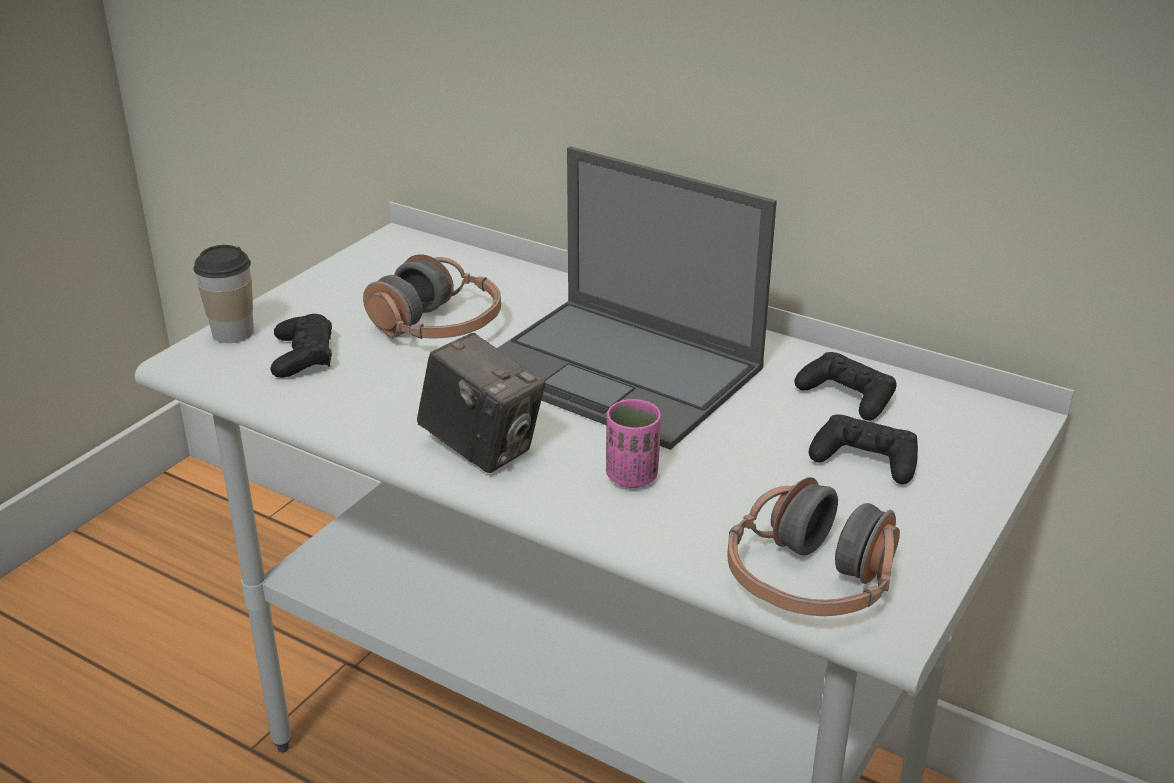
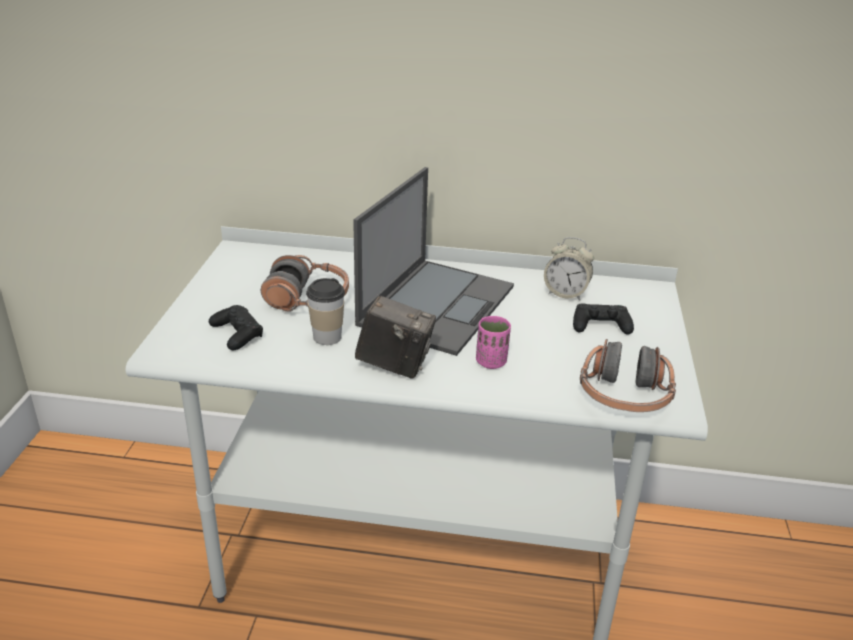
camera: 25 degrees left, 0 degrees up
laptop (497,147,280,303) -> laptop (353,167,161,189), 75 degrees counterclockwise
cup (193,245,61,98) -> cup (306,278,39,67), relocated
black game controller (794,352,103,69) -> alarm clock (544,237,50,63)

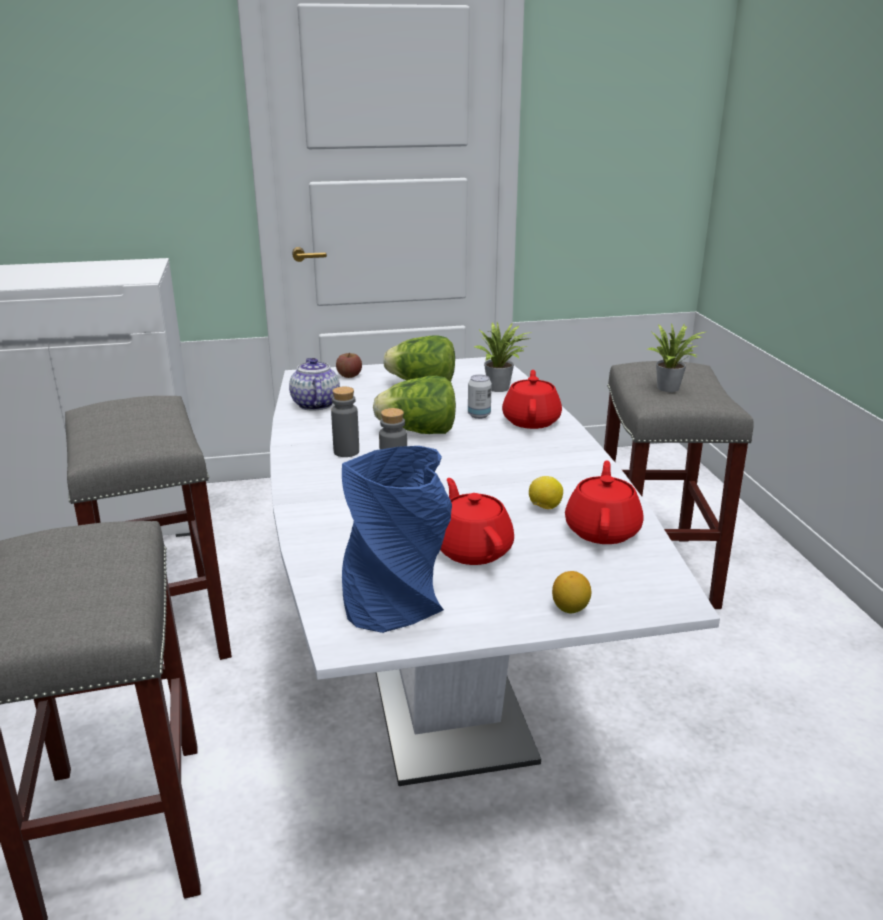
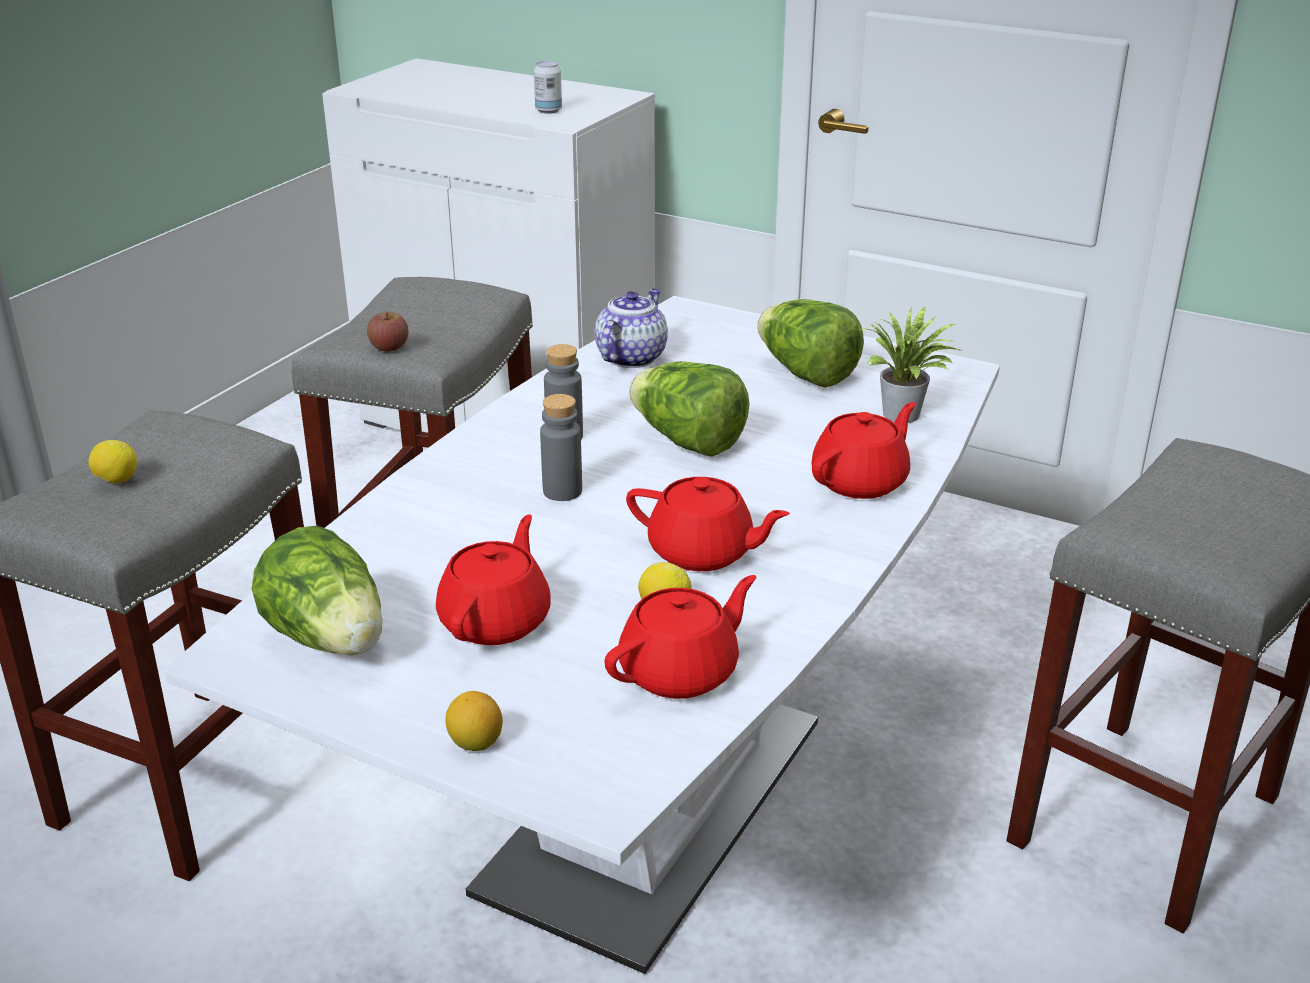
camera: 40 degrees right, 5 degrees up
potted plant (646,323,59,69) -> none
apple (336,353,26,25) -> apple (367,312,41,40), relocated
can (468,375,24,44) -> can (534,61,28,53), relocated
blue vase (342,446,110,187) -> lettuce (252,526,131,130)
none -> lemon (89,440,48,44)
none -> red teapot (626,477,164,94)

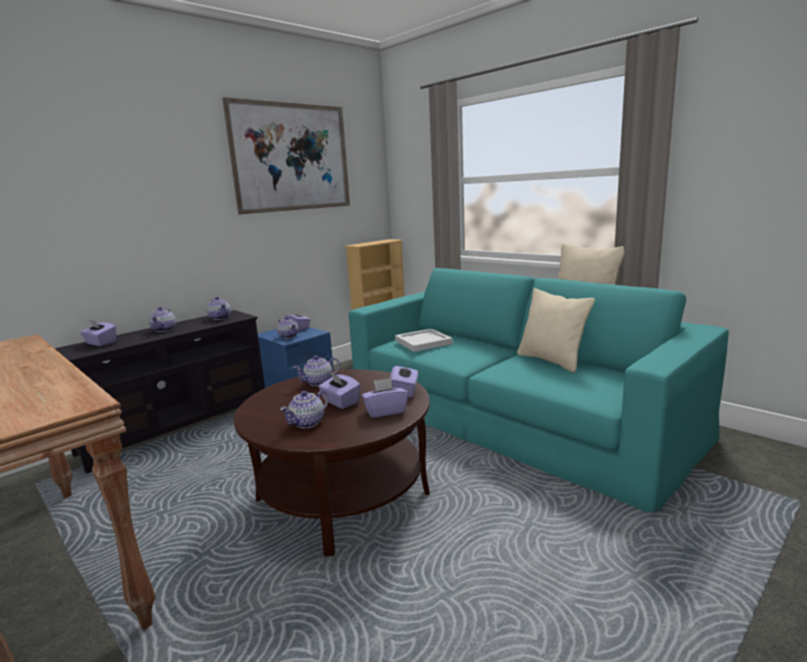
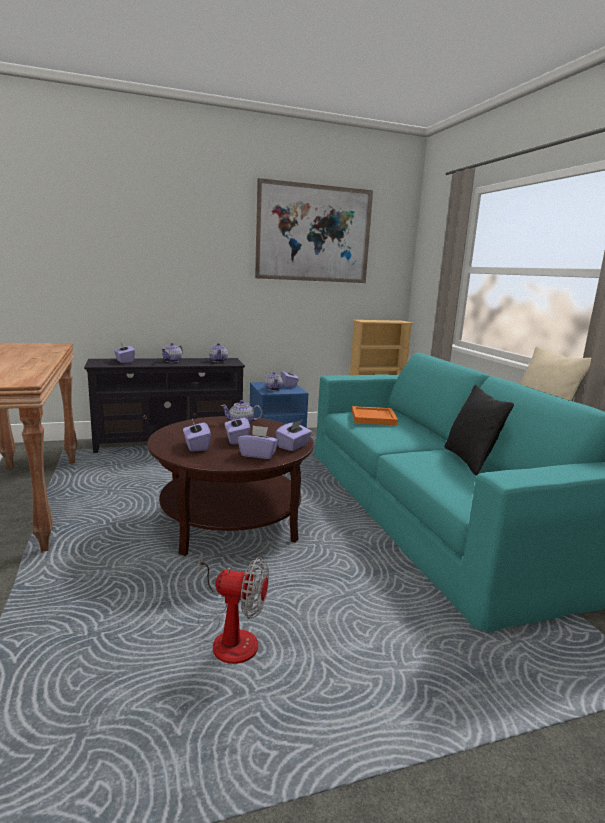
camera: 25 degrees right, 0 degrees up
beige pillow (517,288,78,84) -> black pillow (444,385,70,90)
white tray (395,329,58,23) -> orange tray (352,406,46,19)
teapot (280,390,49,38) -> purple tissue box (183,419,28,33)
none -> fan (198,552,71,112)

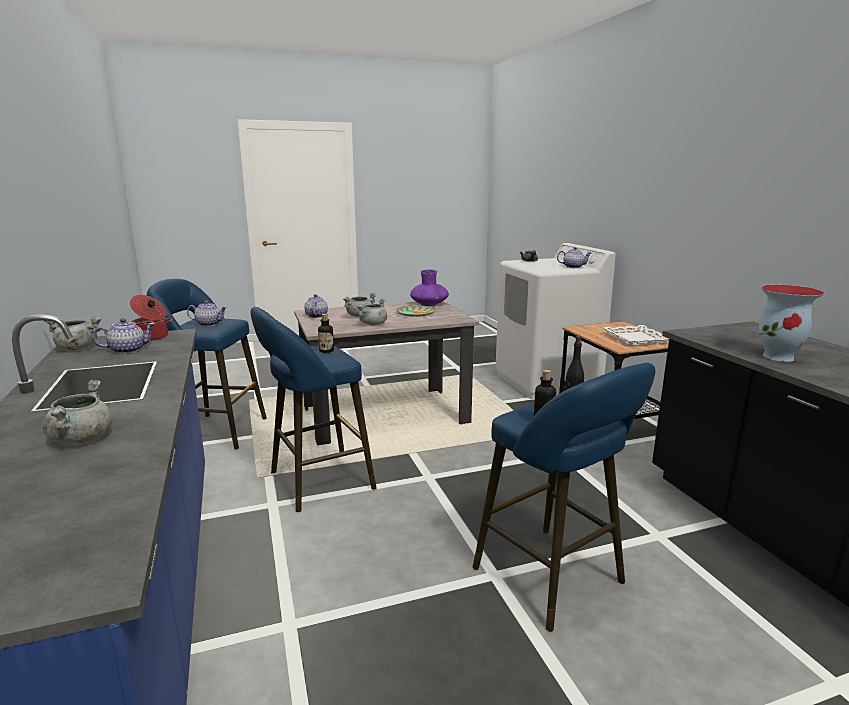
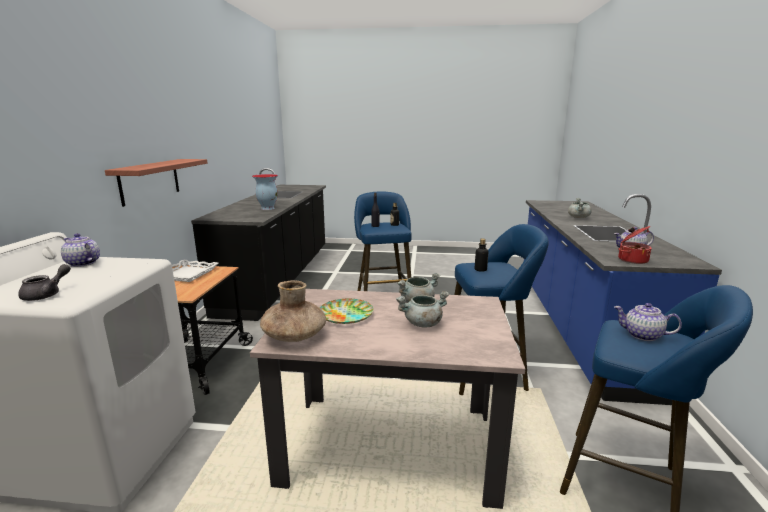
camera: 155 degrees left, 0 degrees up
purple vase (410,270,39,36) -> brown vase (260,280,66,62)
teapot (305,294,23,24) -> none
grey cooking pot (45,316,57,34) -> none
none -> shelf (105,159,102,48)

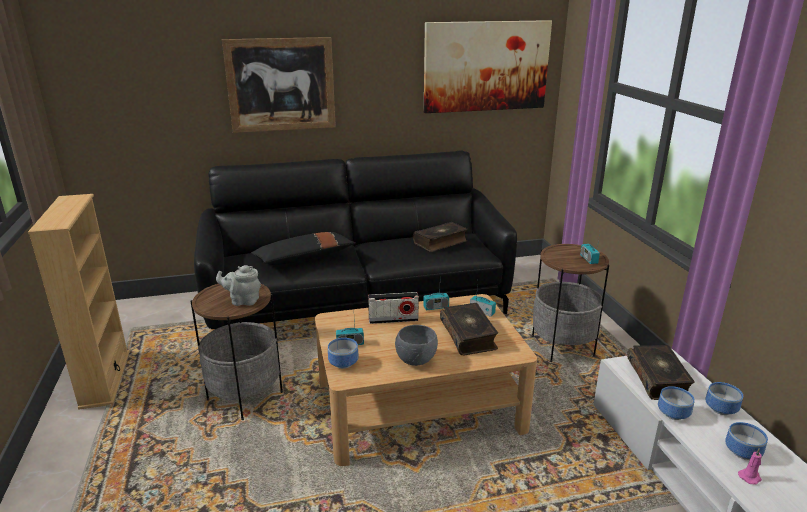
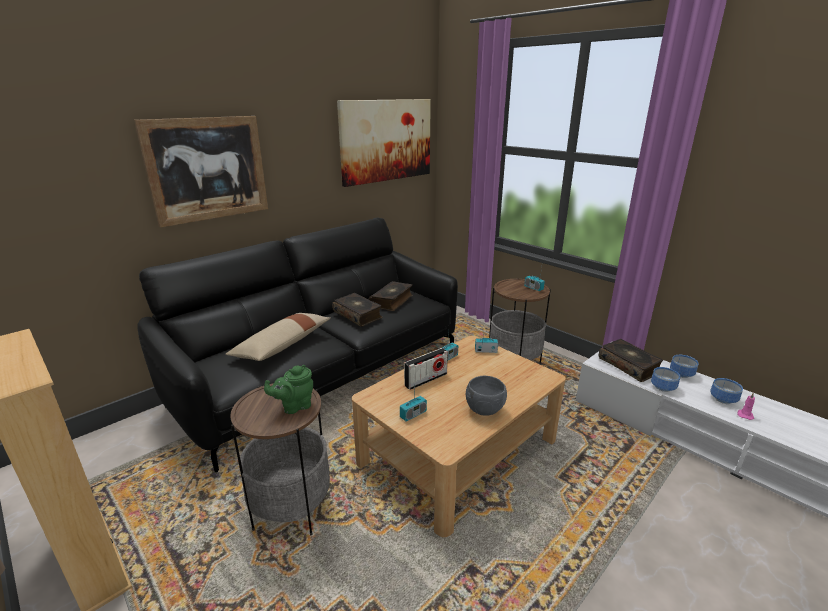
camera: 30 degrees left, 0 degrees up
black pillow (251,232,105,33) -> beige pillow (225,313,106,48)
grey teapot (216,265,45,41) -> green teapot (264,365,49,49)
book (440,303,58,52) -> book (332,293,50,34), relocated
bowl (328,338,31,31) -> none

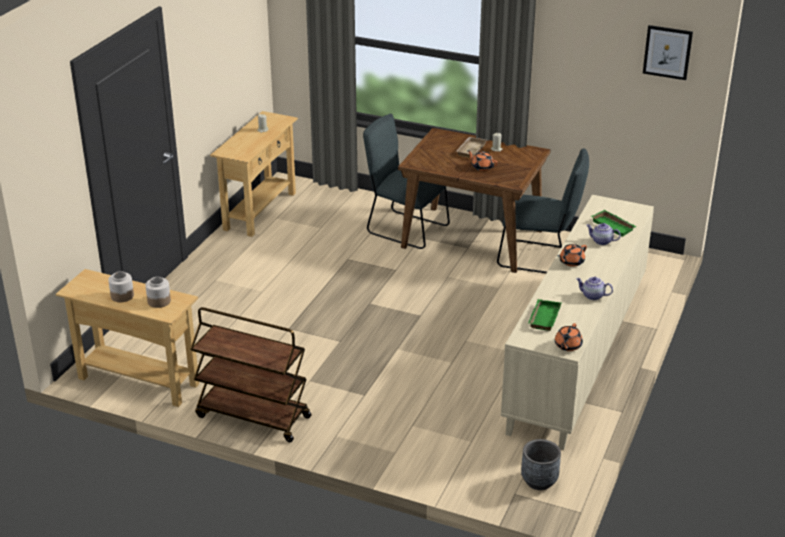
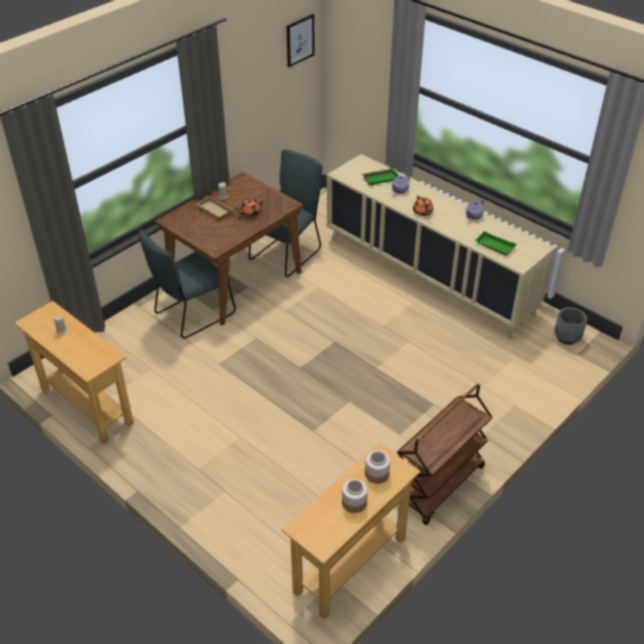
camera: 70 degrees left, 10 degrees up
orange teapot (555,323,28,28) -> none

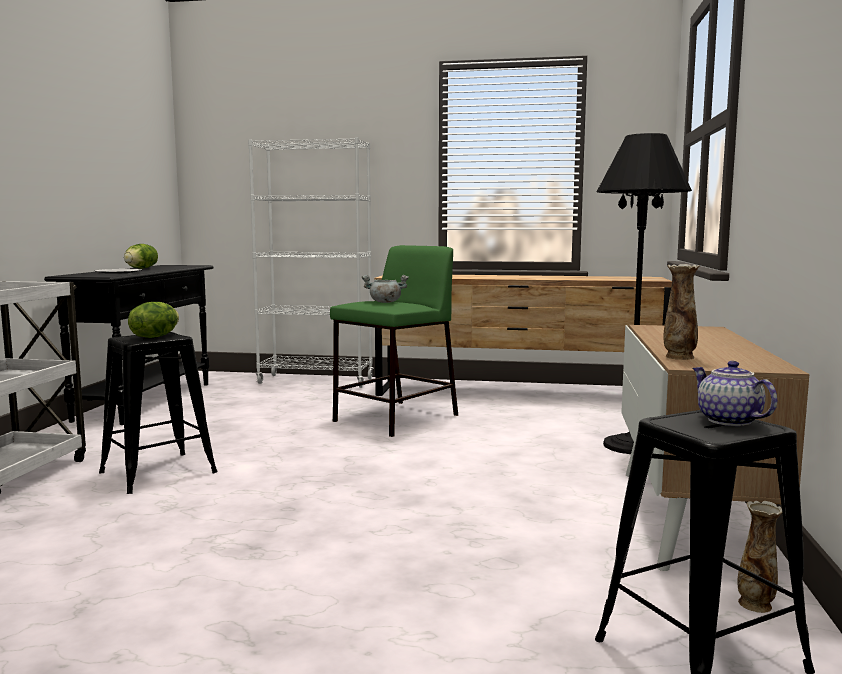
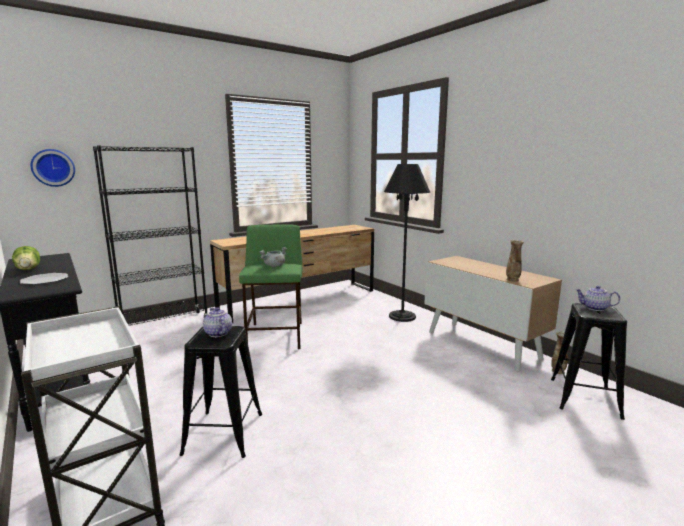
camera: 45 degrees left, 5 degrees up
white bookcase (248,137,126,251) -> black bookcase (93,145,115,181)
lettuce (128,302,51,36) -> teapot (203,307,29,30)
none -> wall clock (31,149,44,38)

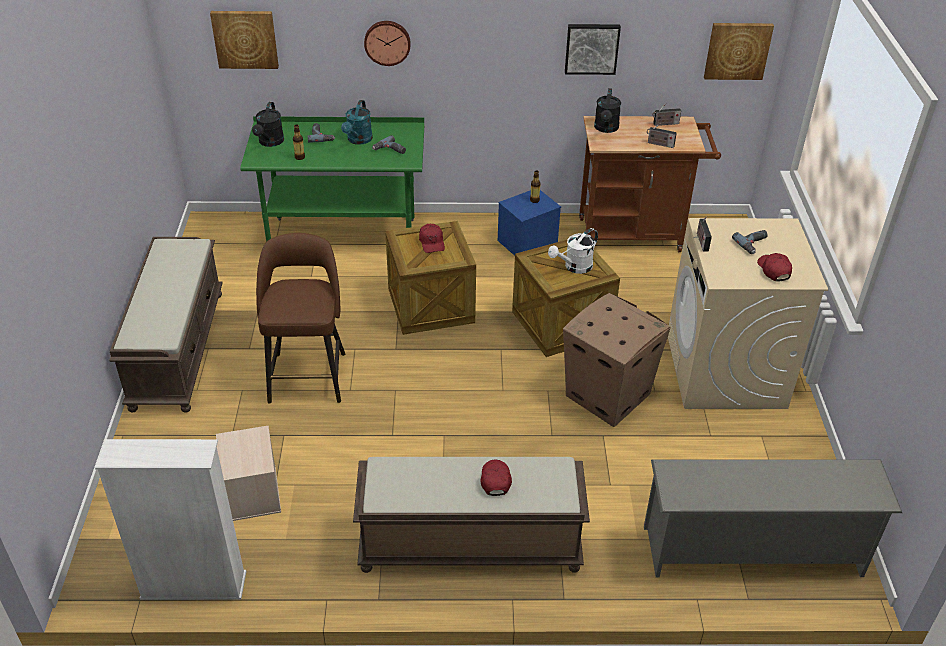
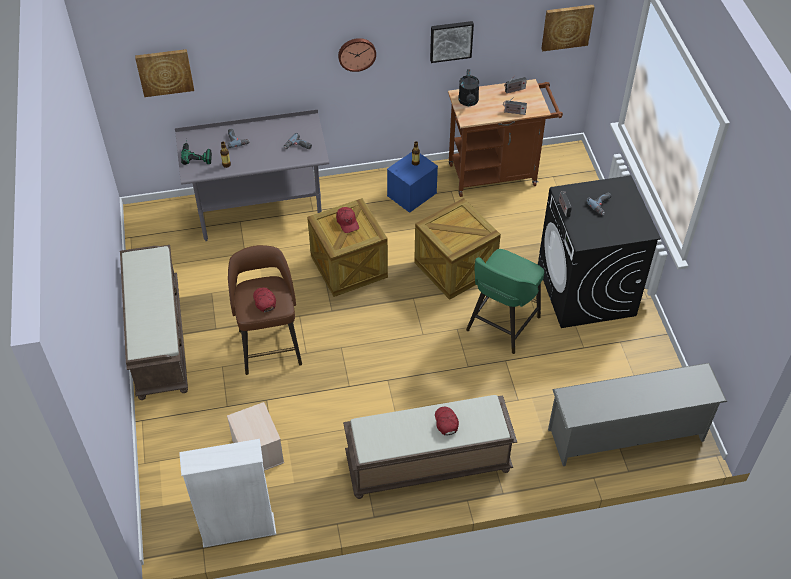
camera: 10 degrees left, 10 degrees up
wall clock (364,21,47,45) -> wall clock (338,38,38,34), relocated
turquoise watering can (341,100,32,45) -> none
black watering can (252,102,32,45) -> power drill (181,139,31,26)
green desk (240,116,184,126) -> grey desk (175,109,154,132)
beige washing machine (668,218,160,191) -> black washing machine (538,175,123,153)
white watering can (548,228,50,46) -> none
red cap (757,253,35,28) -> red cap (253,287,23,25), relocated
cardboard box (563,293,108,134) -> green stool (466,249,78,105)

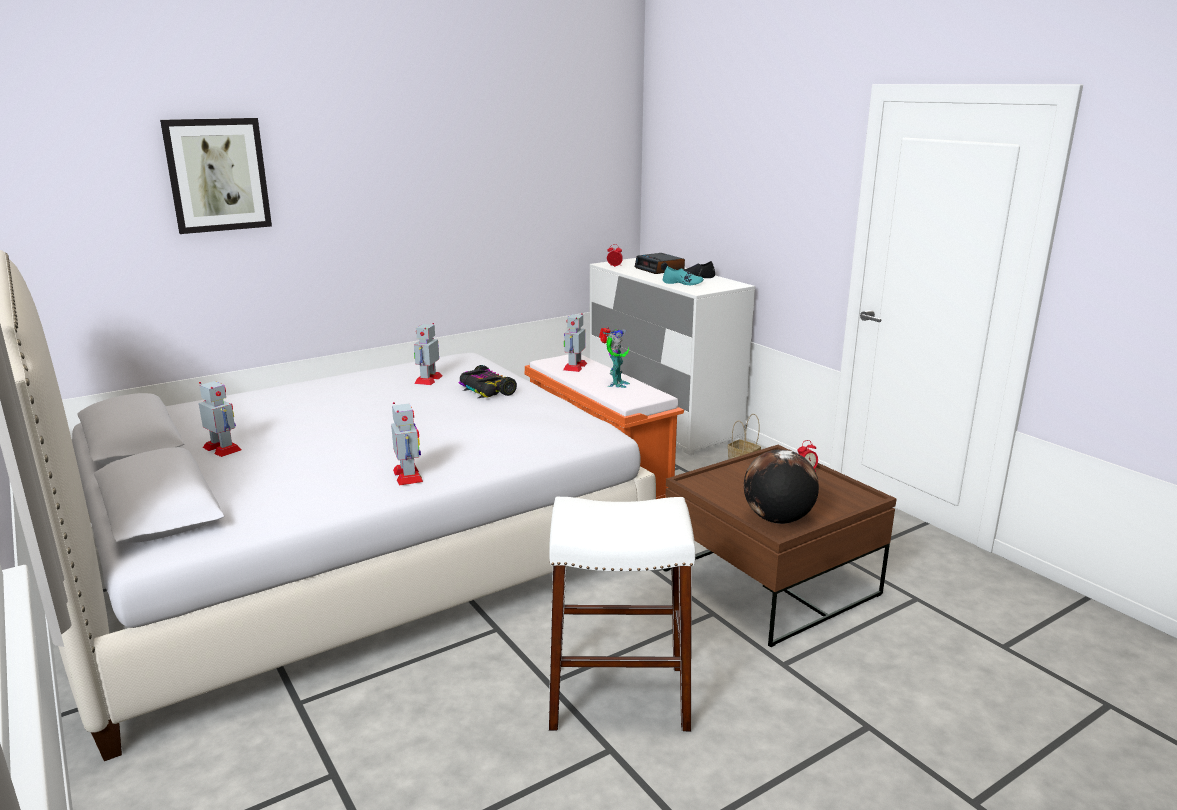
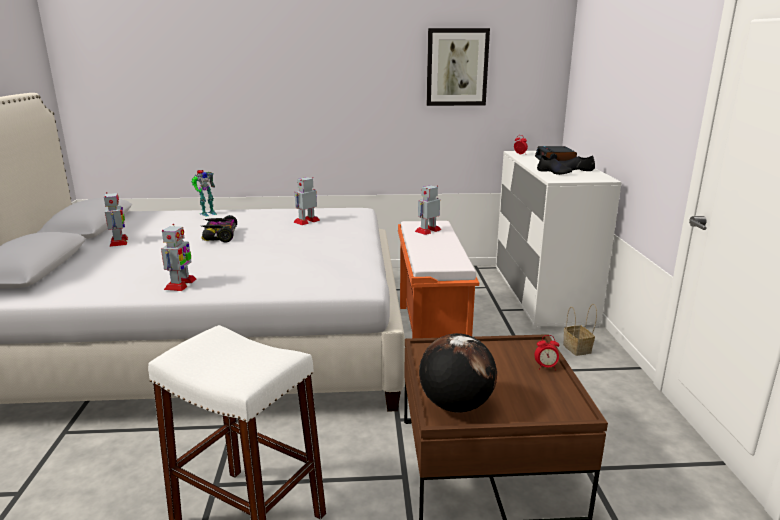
camera: 30 degrees right, 0 degrees up
picture (160,118,112,116) -> picture (427,28,63,78), relocated
turquoise shoe (663,266,41,19) -> black shoe (537,155,35,20)
toy robot (599,327,31,61) -> toy robot (191,170,26,46), relocated
toy car (458,365,59,33) -> toy car (201,215,36,27), relocated

